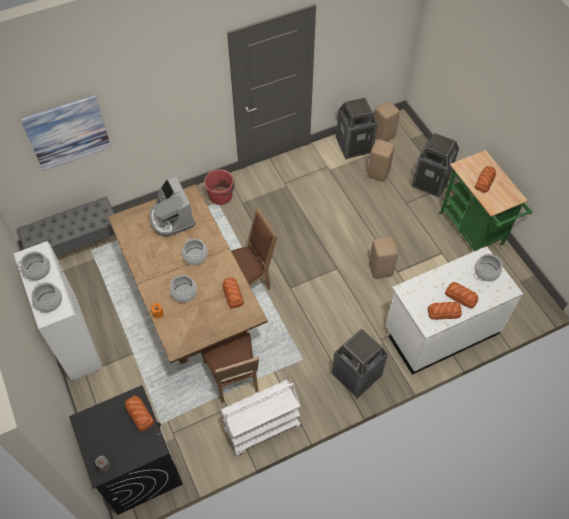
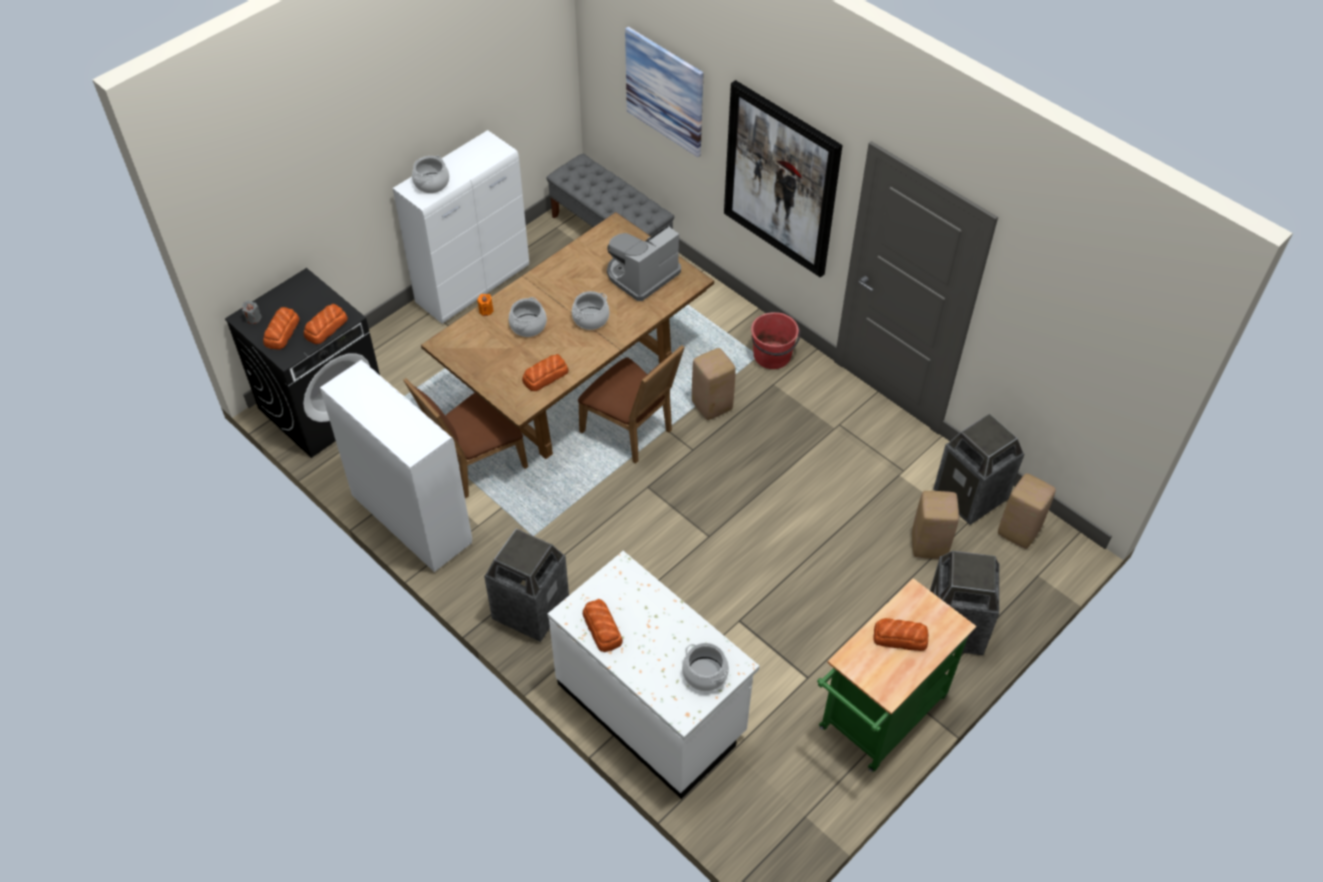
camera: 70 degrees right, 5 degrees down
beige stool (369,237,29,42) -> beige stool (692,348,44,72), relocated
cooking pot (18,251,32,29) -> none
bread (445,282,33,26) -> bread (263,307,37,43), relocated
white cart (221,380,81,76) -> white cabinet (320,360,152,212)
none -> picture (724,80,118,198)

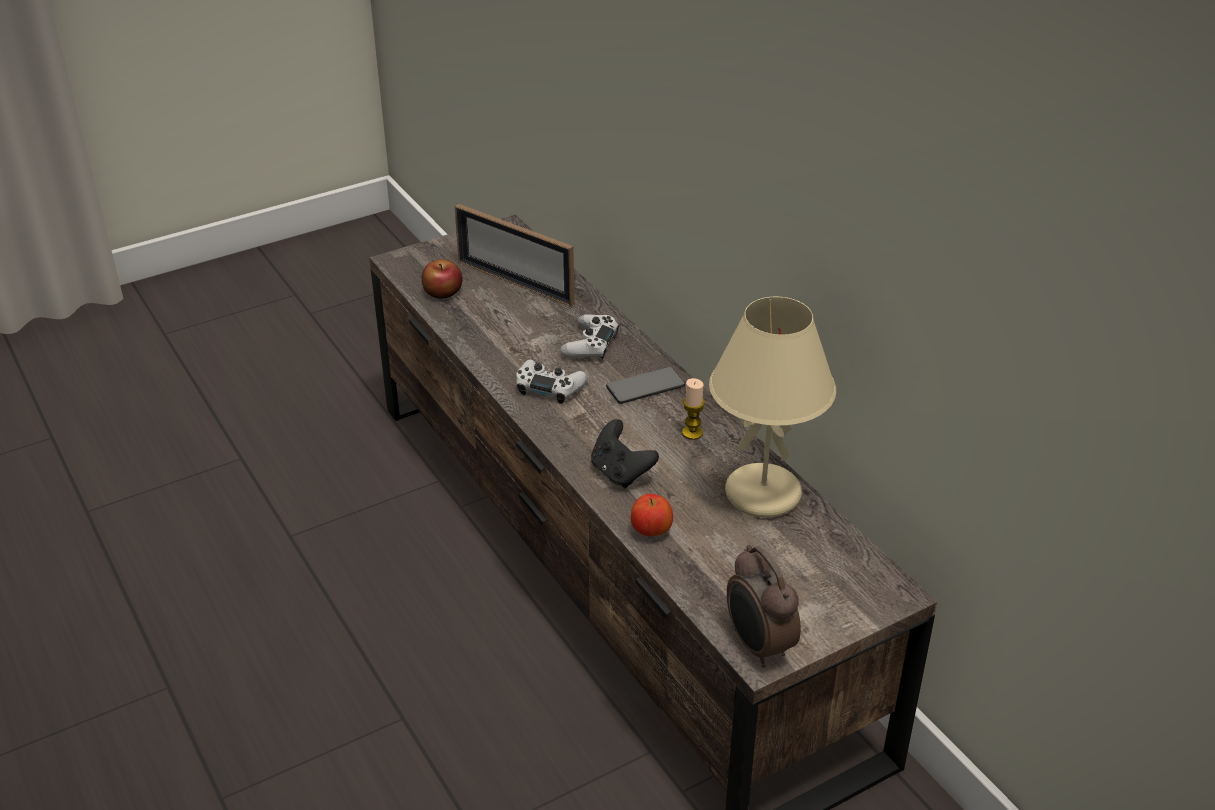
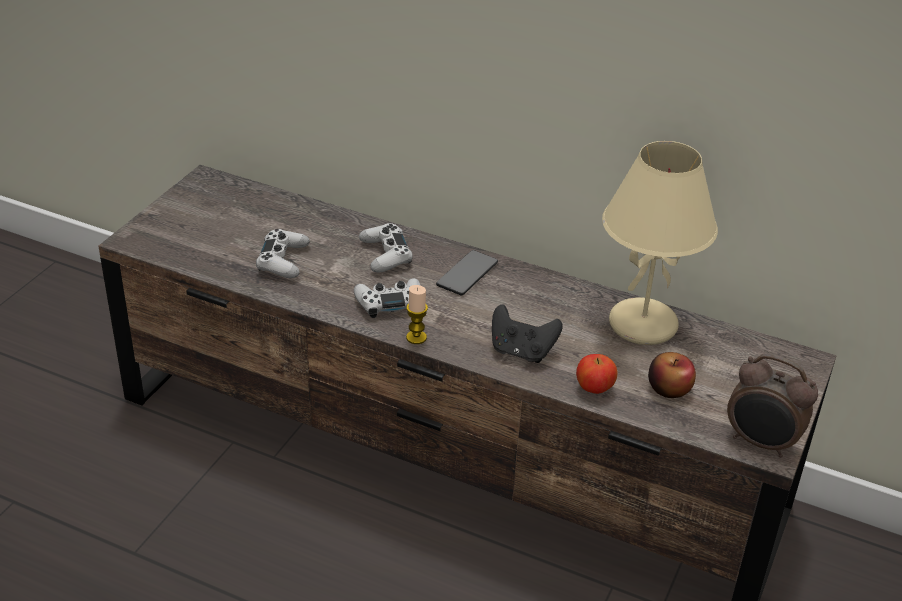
camera: 35 degrees left, 0 degrees up
picture frame (455,204,119,103) -> none
apple (422,259,41,40) -> apple (648,352,48,46), relocated
candle (682,378,23,62) -> candle (406,285,22,59), relocated
none -> white game controller (256,229,54,49)

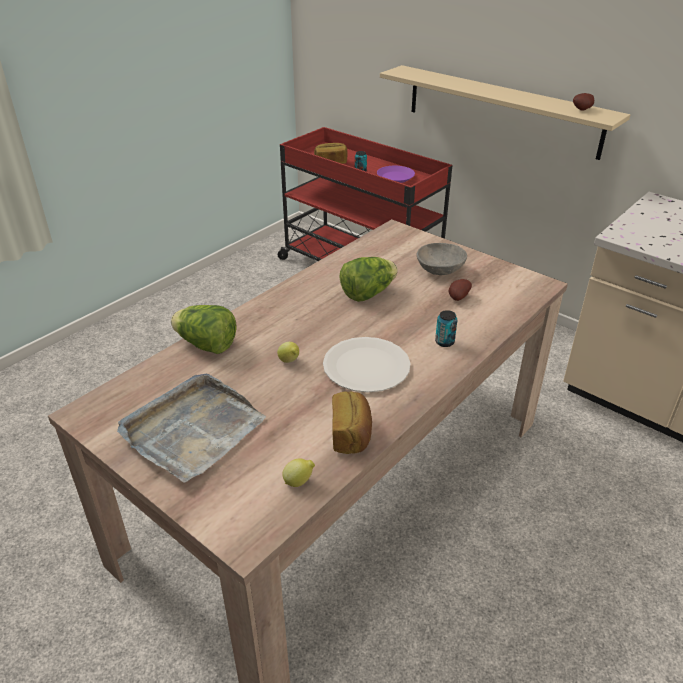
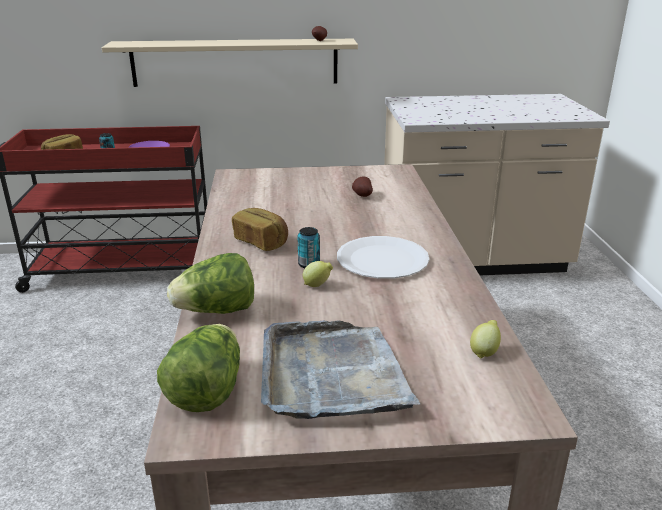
camera: 45 degrees left, 10 degrees down
grey bowl (417,243,50,32) -> none
lettuce (339,257,59,45) -> lettuce (157,324,83,88), relocated
can (435,310,22,37) -> can (297,227,23,41), relocated
bread (332,391,40,63) -> bread (232,208,56,43), relocated

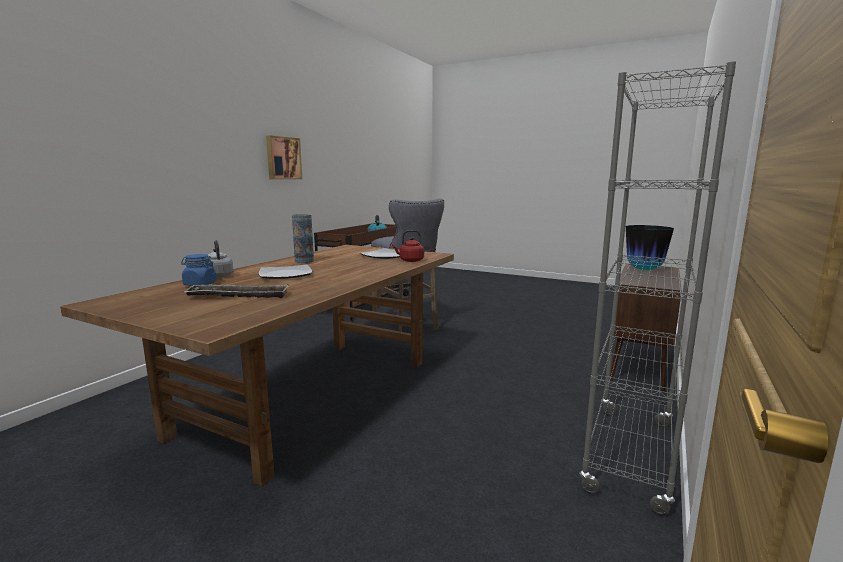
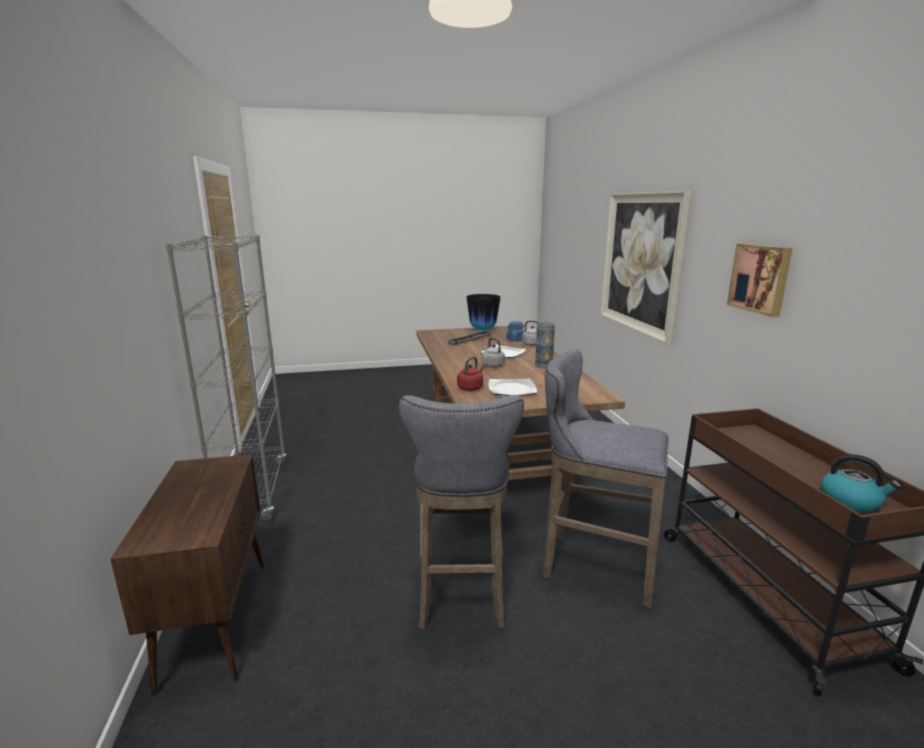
camera: 140 degrees right, 5 degrees up
vase (626,225,48,45) -> vase (466,294,35,36), relocated
none -> picture (600,191,91,153)
none -> grey kettle (482,338,23,30)
none -> grey stool (399,395,125,235)

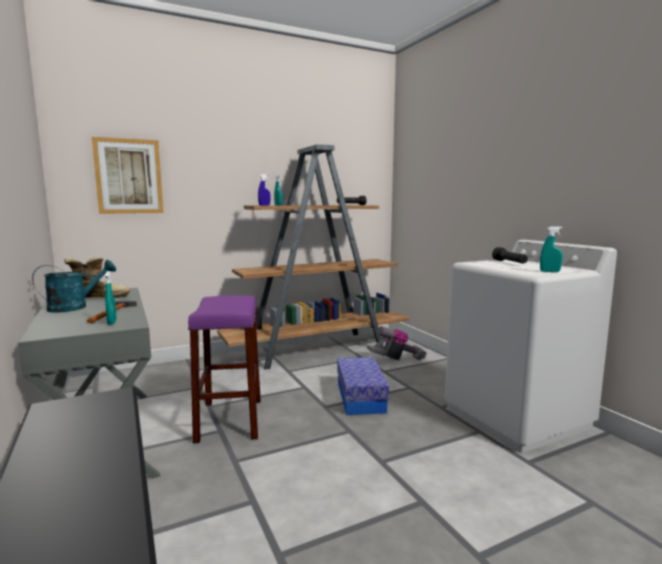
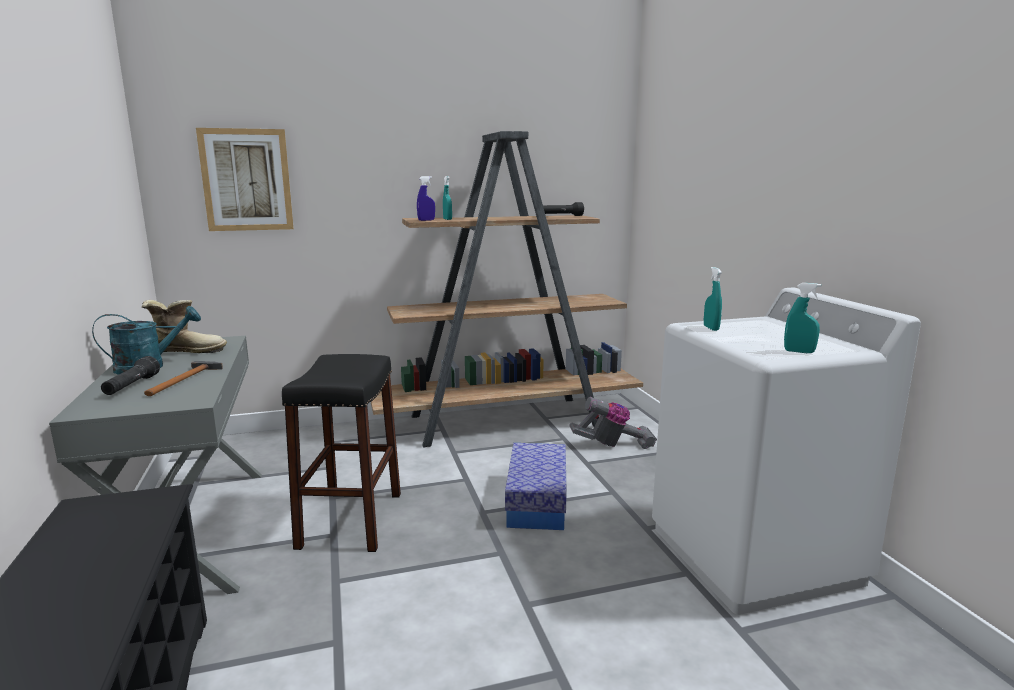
camera: 10 degrees right, 5 degrees up
black flashlight (492,247,36,17) -> black flashlight (101,356,59,39), relocated
turquoise spray bottle (105,271,12,54) -> turquoise spray bottle (704,267,18,64), relocated
purple stool (188,295,73,148) -> black stool (282,354,119,198)

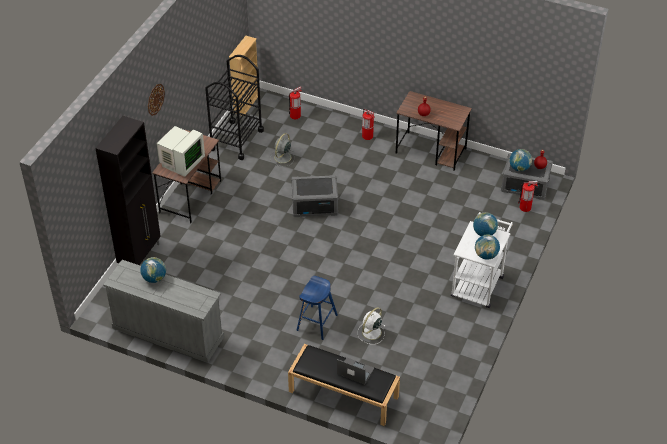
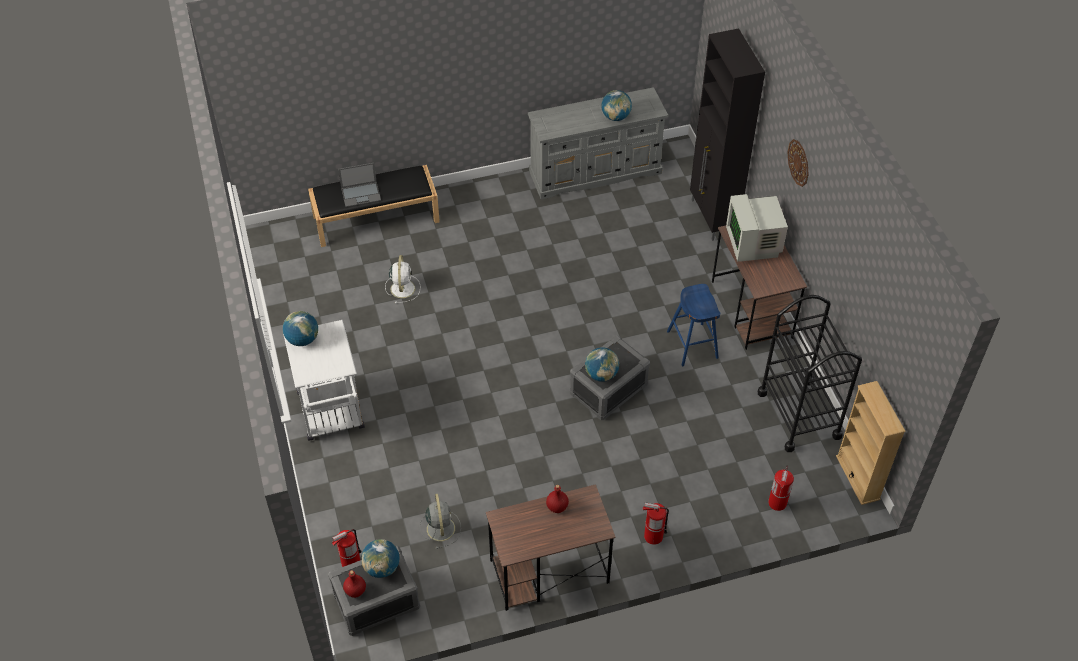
camera: 140 degrees right, 5 degrees up
grey fan (270,133,24,34) -> grey fan (420,494,41,55), relocated
globe (473,212,25,24) -> globe (585,347,34,35), relocated
blue stool (297,276,41,64) -> blue stool (667,284,53,82), relocated

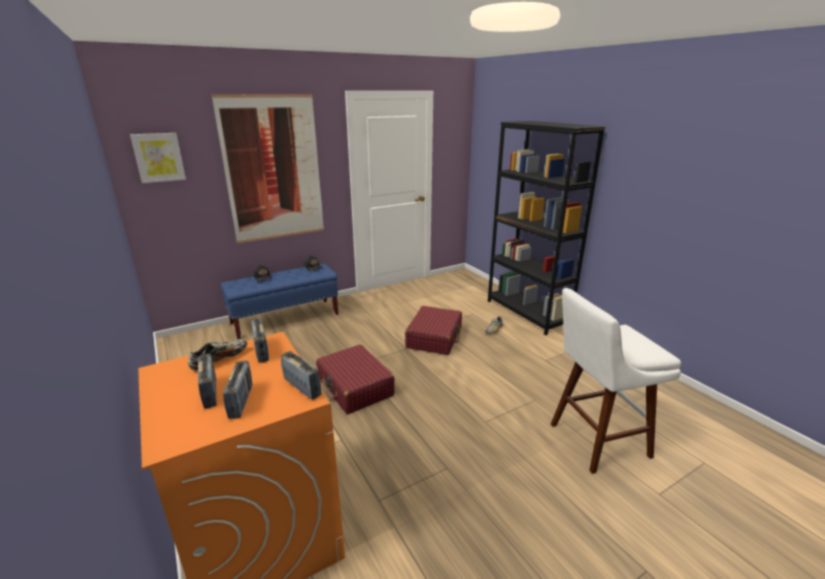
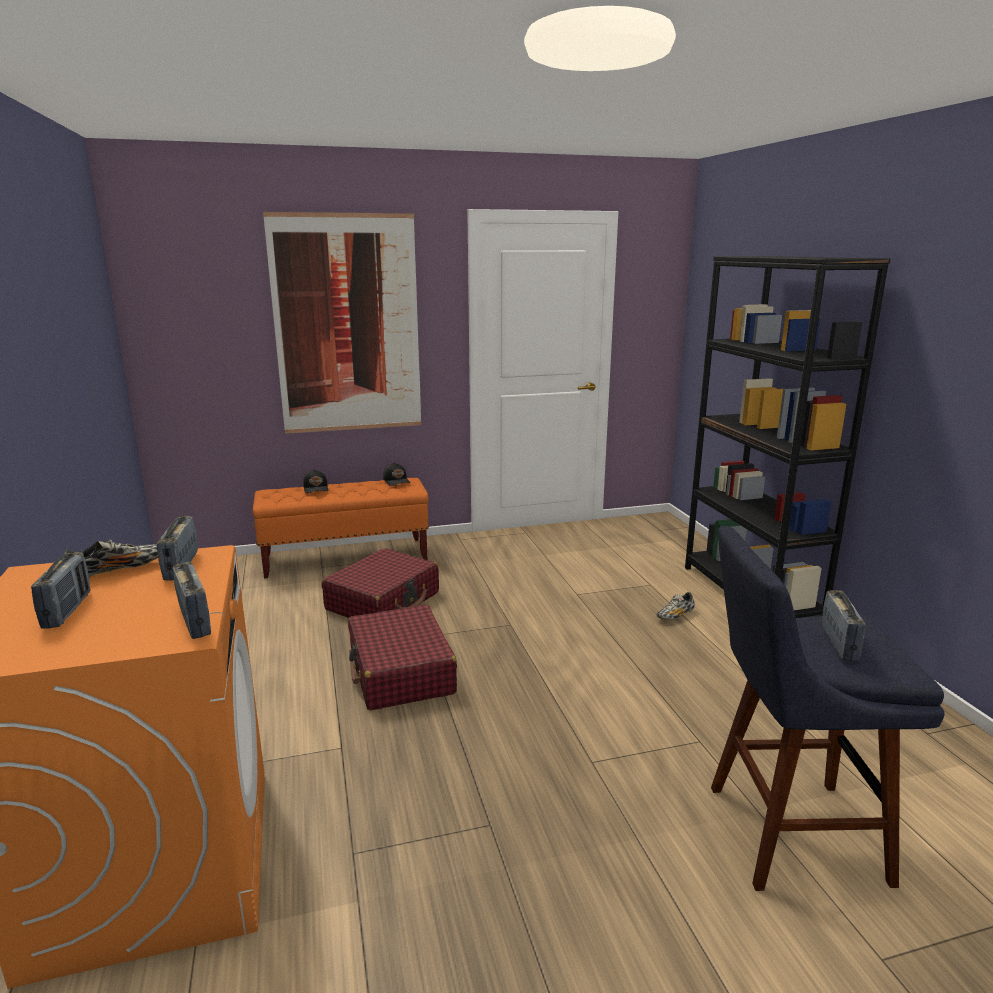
camera: 15 degrees right, 5 degrees down
picture (130,133,56,50) -> none
blue bench (221,264,117,75) -> orange bench (253,478,176,100)
white stool (551,288,130,186) -> blue stool (711,526,234,365)
red suitcase (405,306,57,49) -> red suitcase (322,548,117,70), relocated
radio (223,361,29,58) -> radio (822,590,44,71), relocated

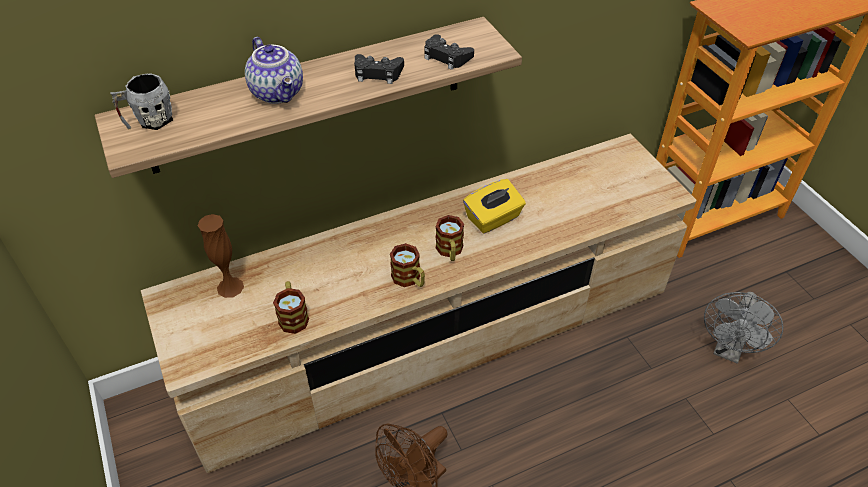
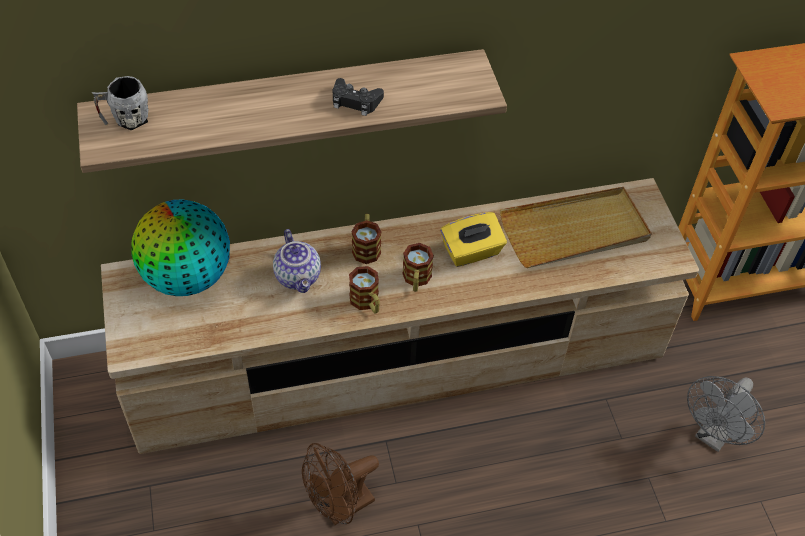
camera: 10 degrees right, 5 degrees up
black game controller (424,34,50,36) -> none
teapot (245,37,58,67) -> teapot (273,229,48,64), relocated
brown vase (198,214,46,84) -> globe (131,199,99,97)
mug (273,281,36,53) -> mug (351,214,30,50), relocated
none -> beige tray (500,187,152,81)

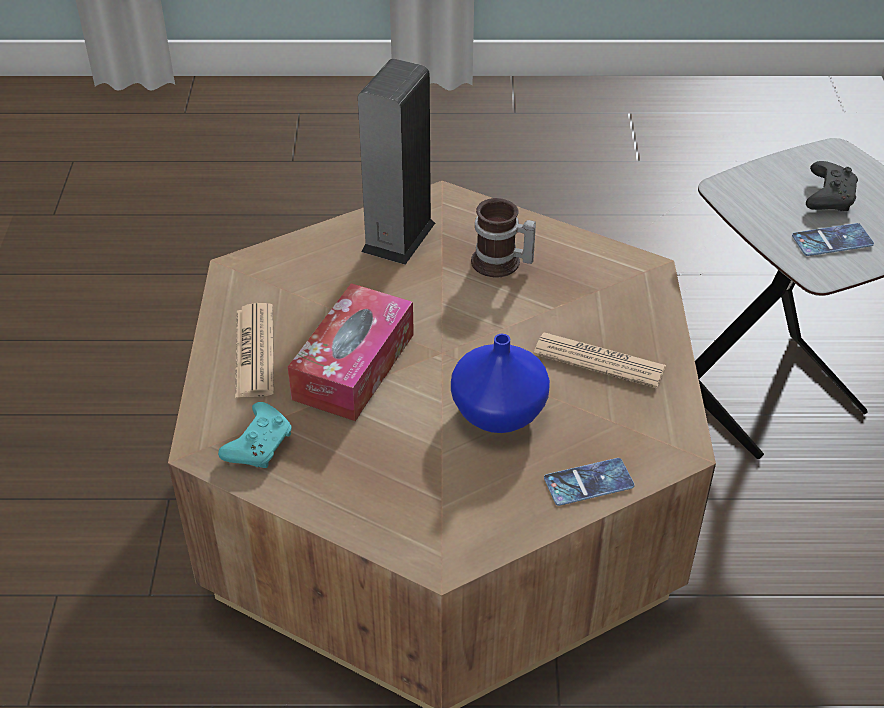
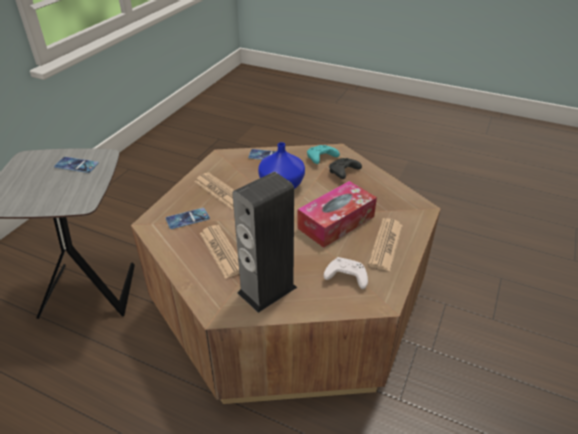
camera: 155 degrees left, 5 degrees down
black game controller (806,161,52,50) -> black game controller (329,158,33,21), relocated
mug (471,198,65,80) -> newspaper (200,225,39,54)
turquoise game controller (218,402,74,66) -> turquoise game controller (307,145,33,19), relocated
none -> phone (166,208,44,21)
none -> white game controller (324,257,44,32)

